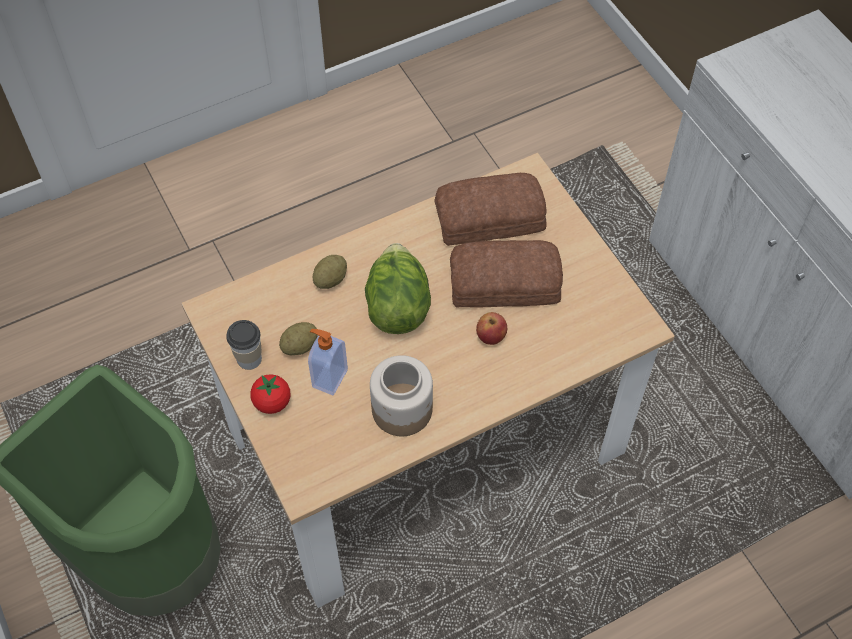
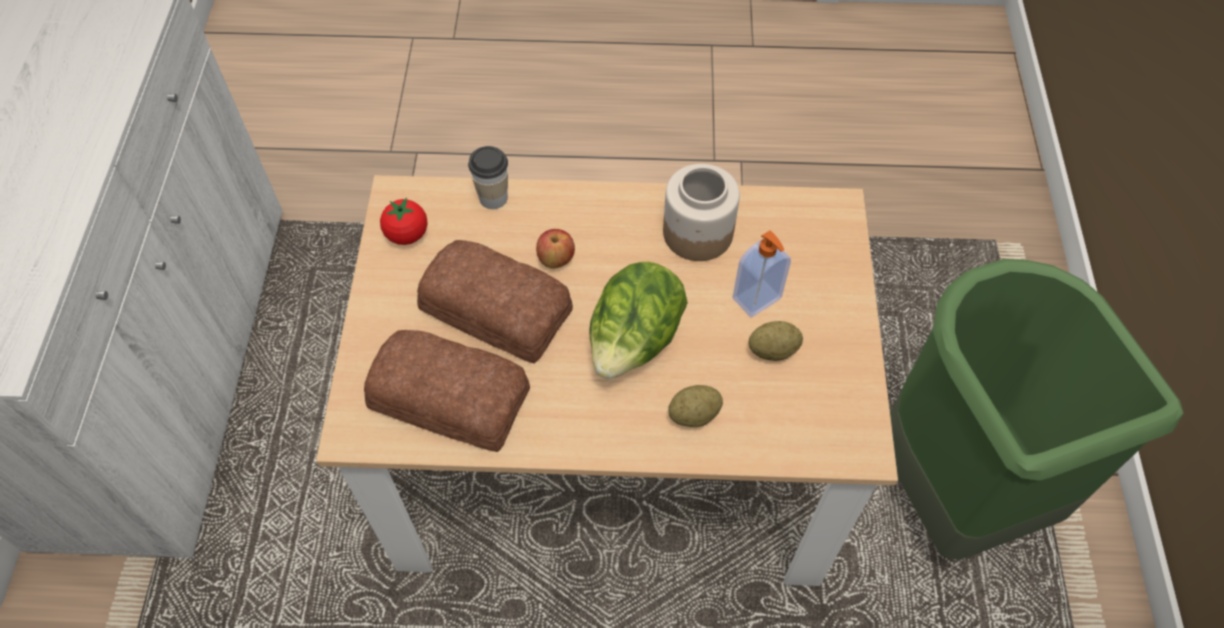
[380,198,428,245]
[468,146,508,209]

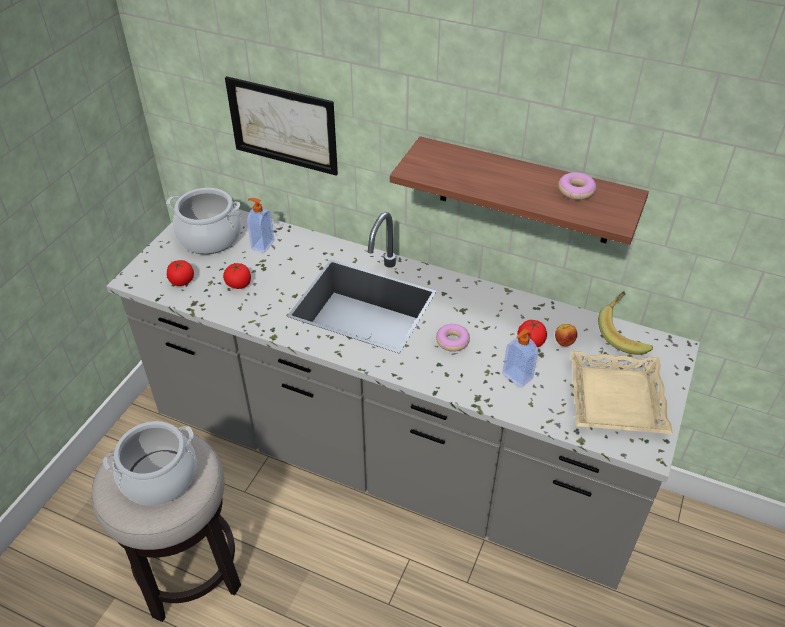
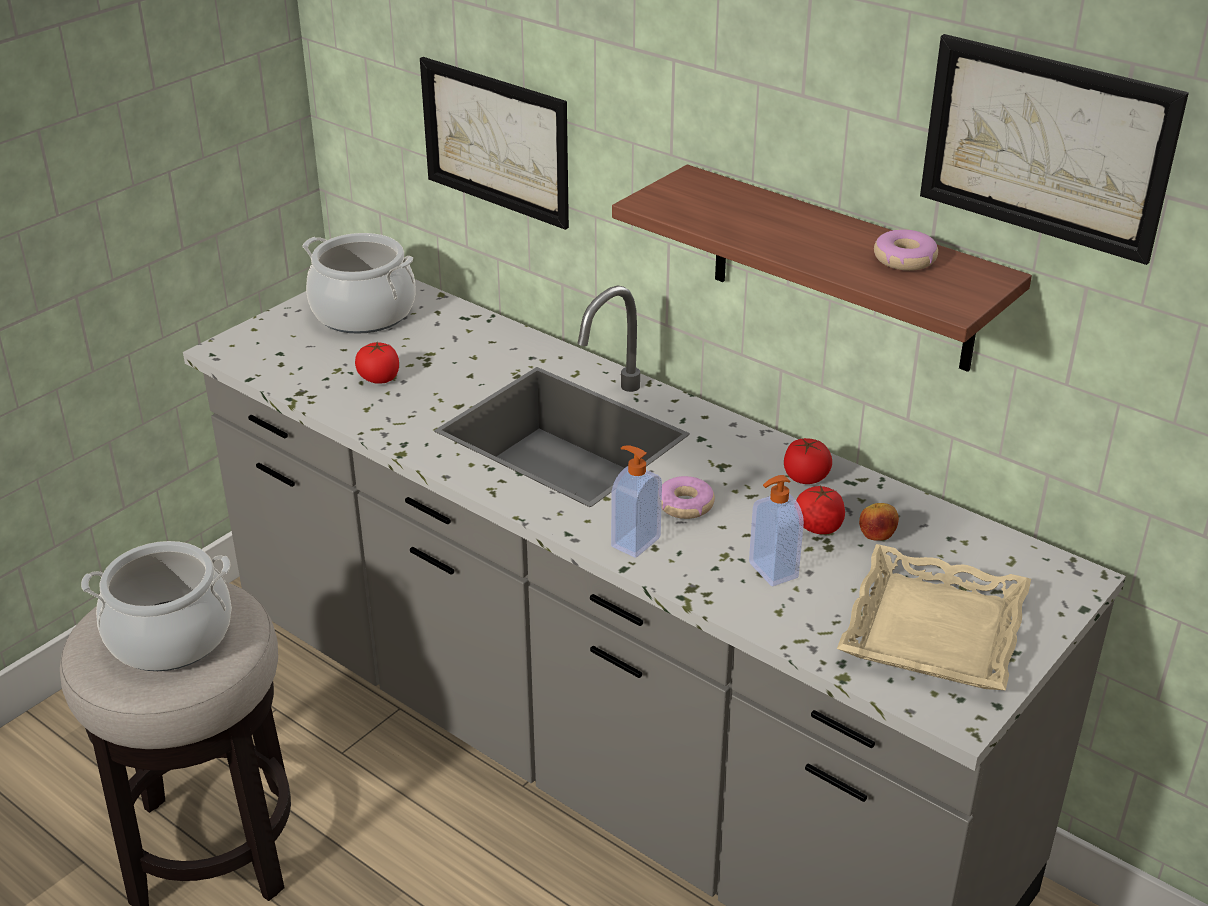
[611,446,662,558]
[784,438,832,484]
[920,34,1189,265]
[598,291,653,355] (first image)

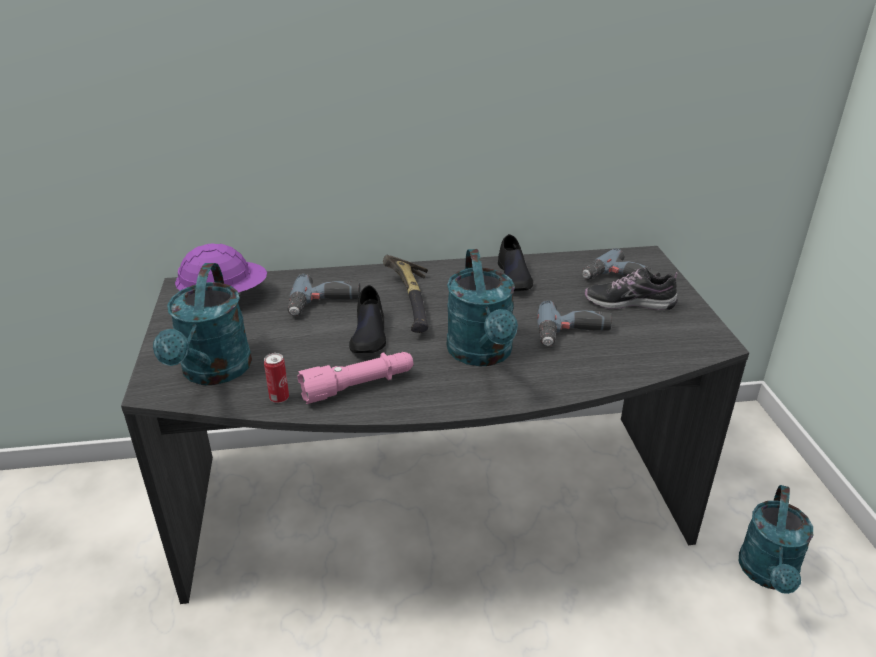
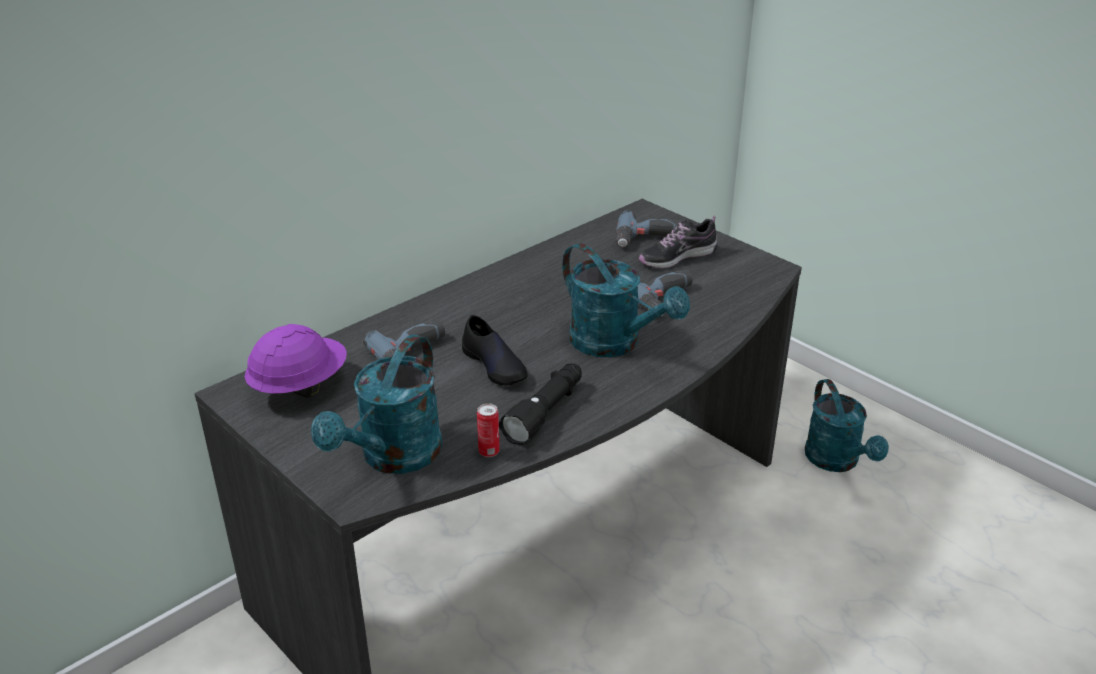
[311,335,442,474]
[499,363,582,445]
[383,255,429,333] (first image)
[498,234,533,291] (first image)

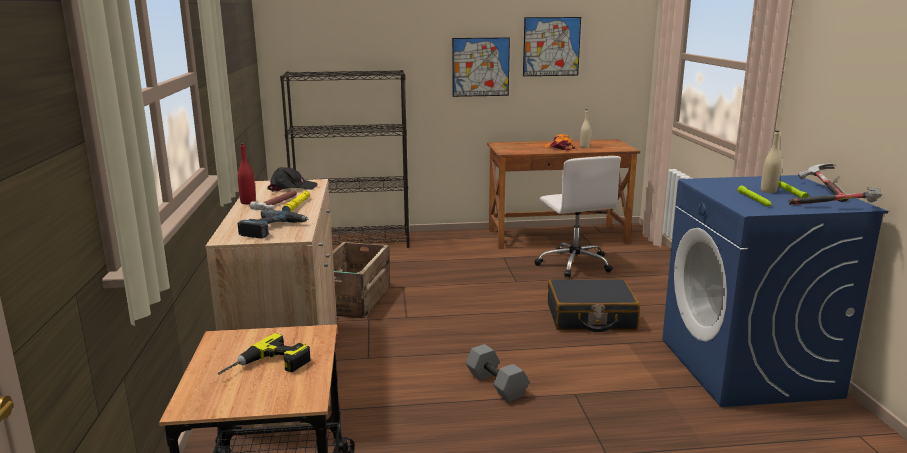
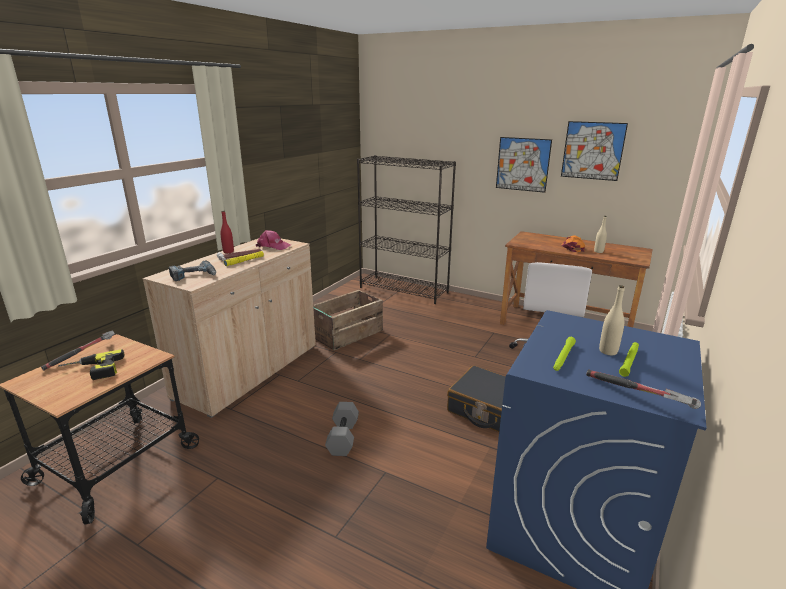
[41,330,115,371]
[256,230,291,250]

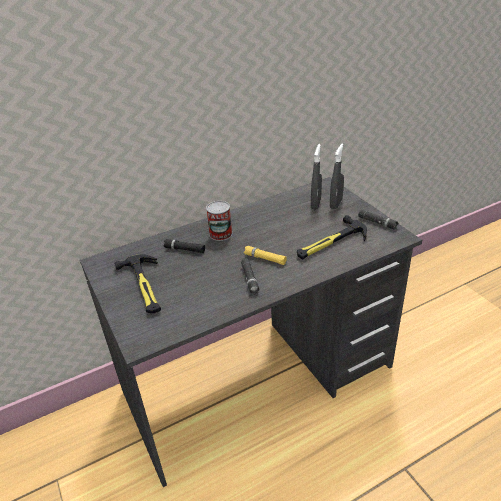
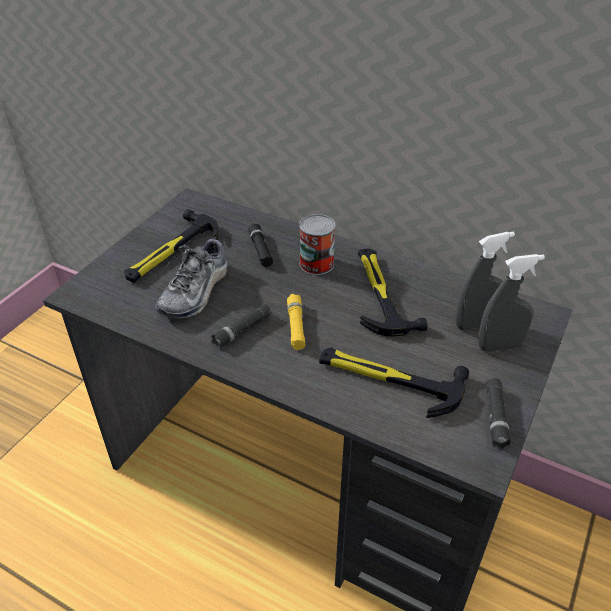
[155,237,228,319]
[358,249,428,337]

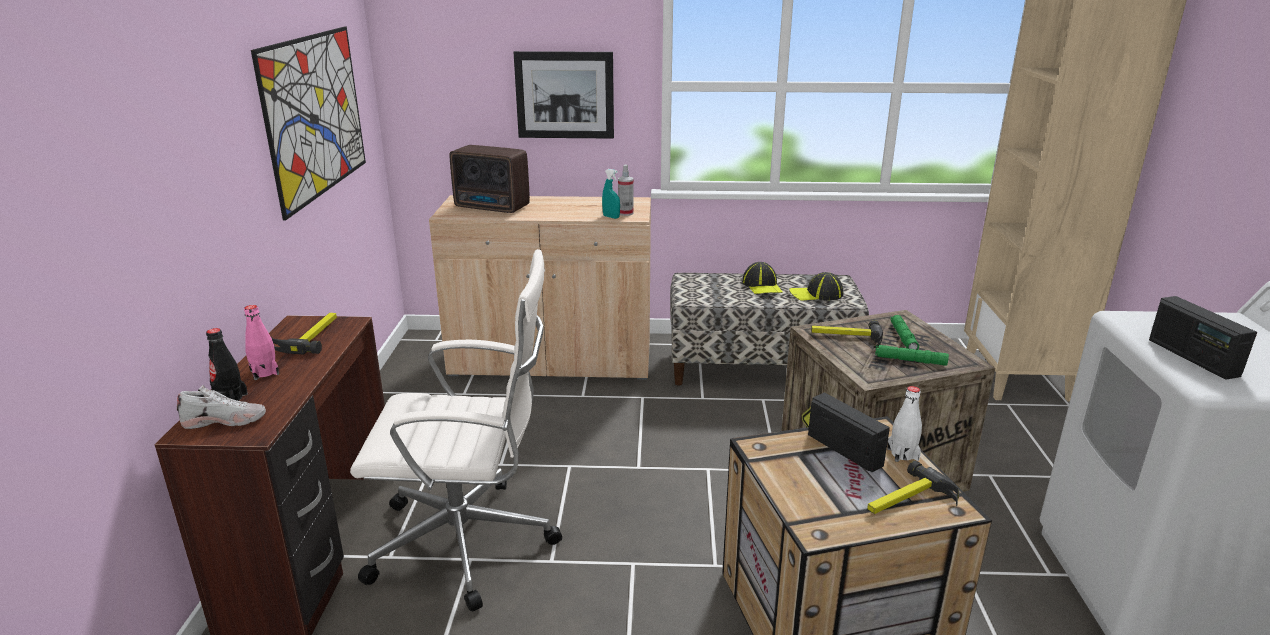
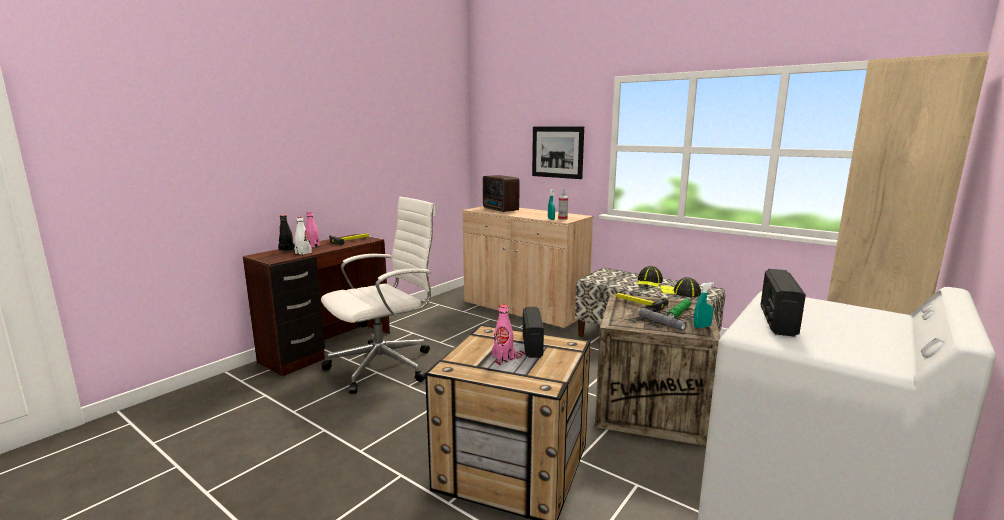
[294,217,312,255]
[321,197,436,394]
[492,305,516,362]
[637,308,687,331]
[694,282,714,328]
[177,385,266,429] (first image)
[251,27,366,220] (first image)
[867,461,960,514] (first image)

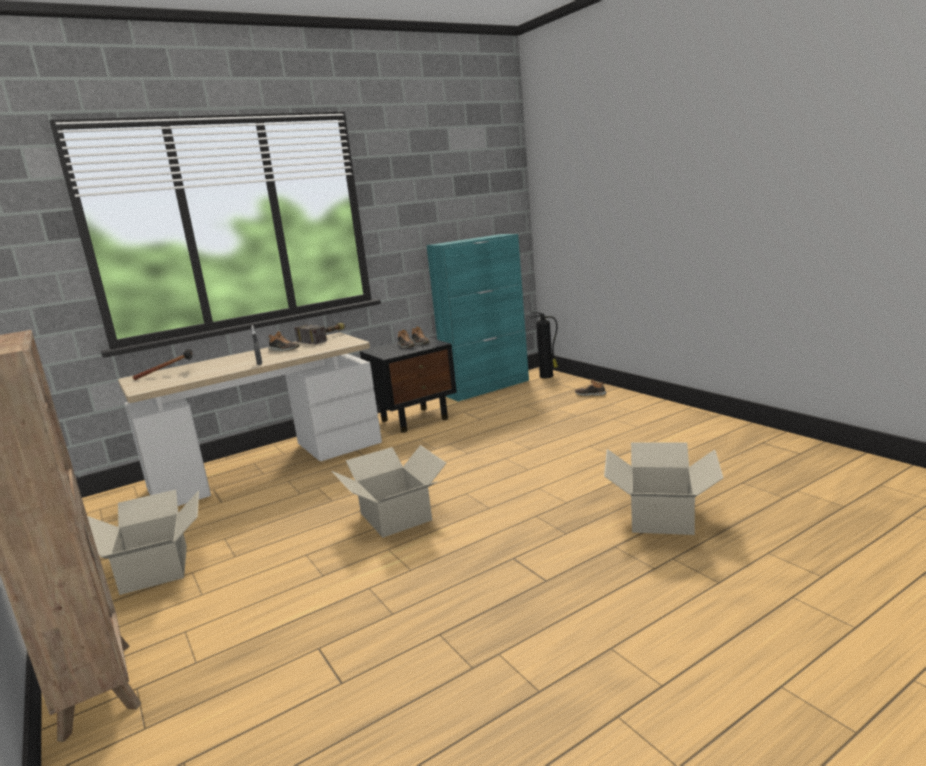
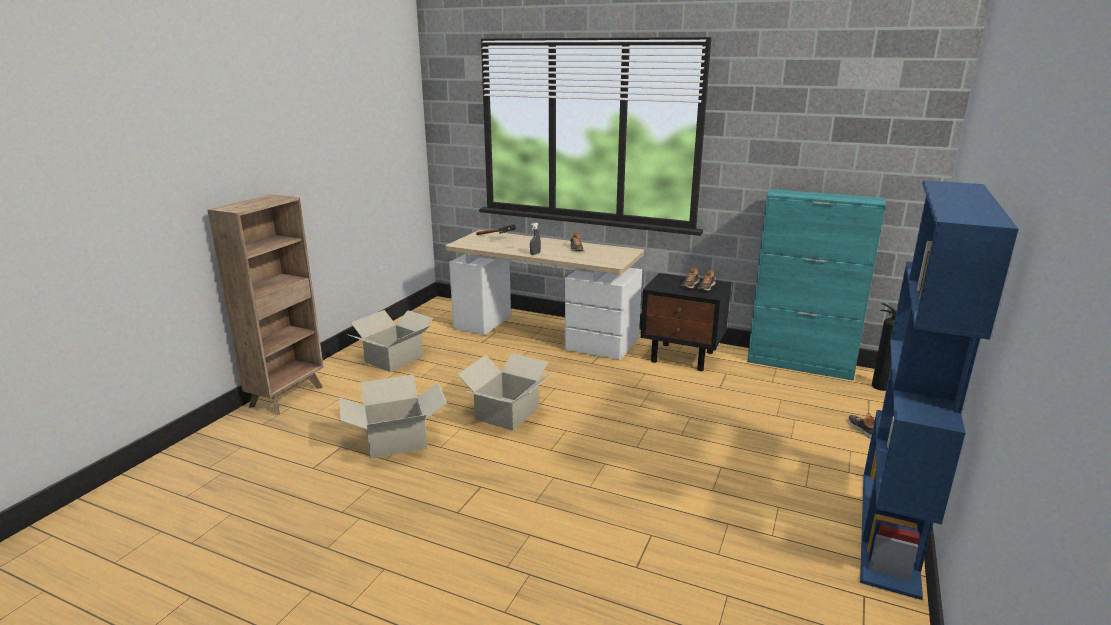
[339,375,447,459]
[860,180,1019,600]
[295,323,346,345] (first image)

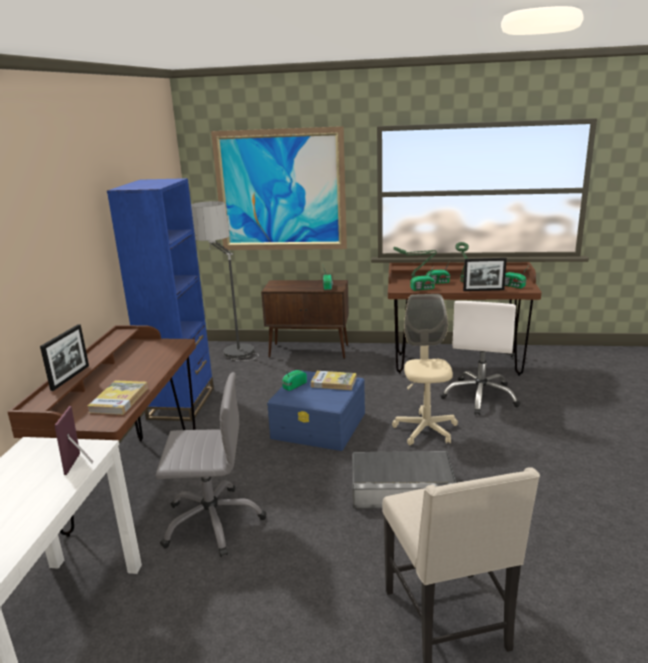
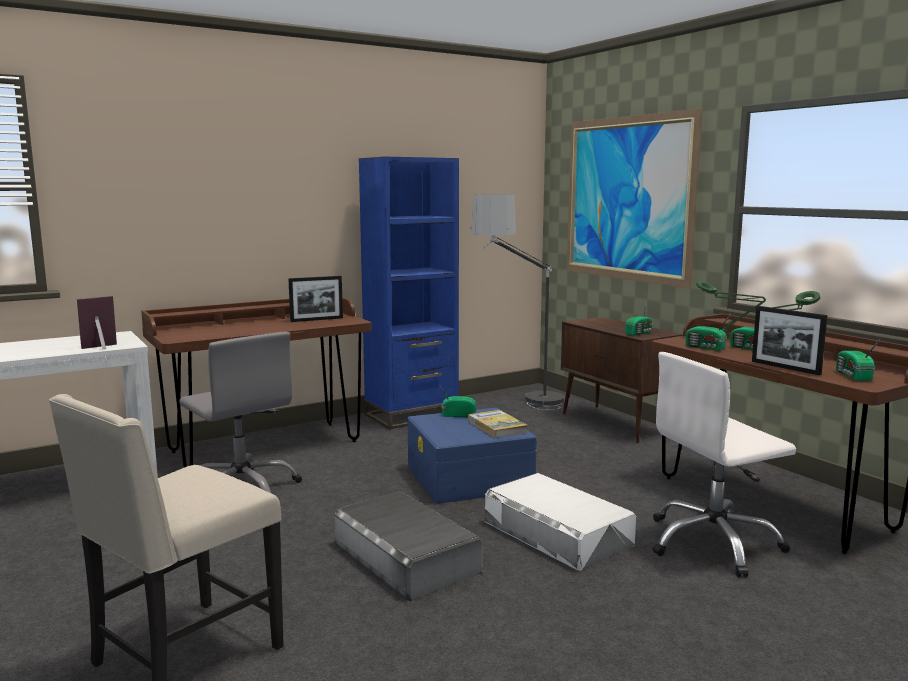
[288,276,343,322]
[485,473,636,571]
[88,380,148,415] (first image)

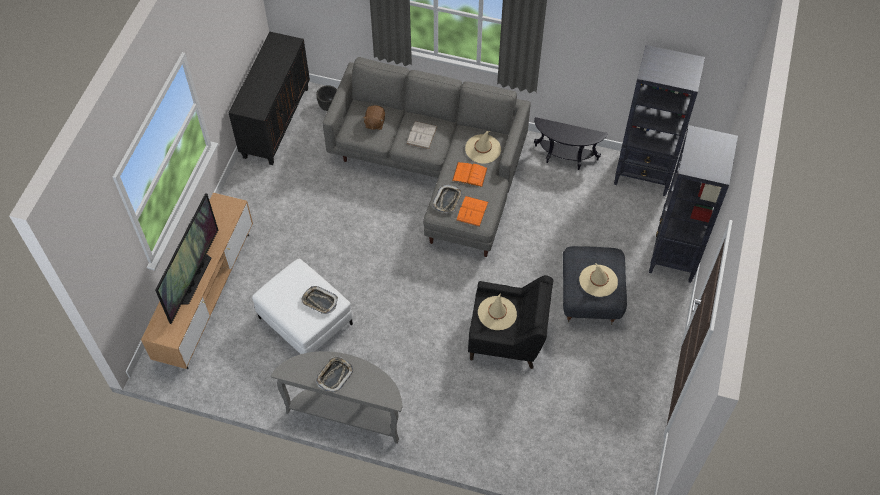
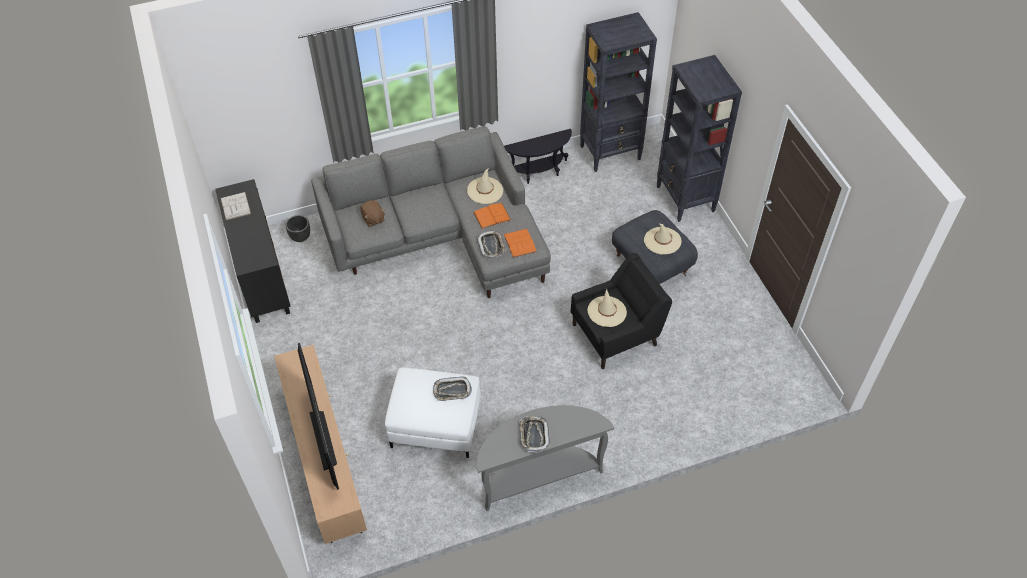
[221,192,251,221]

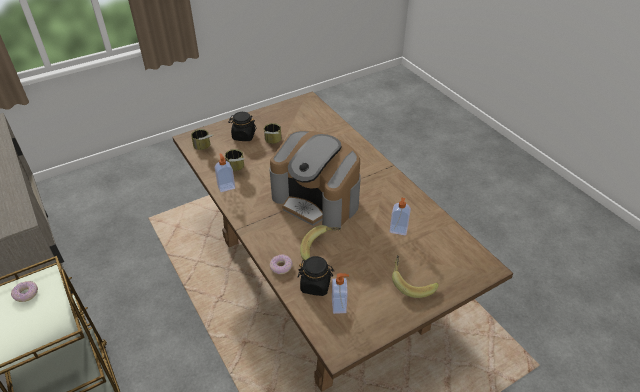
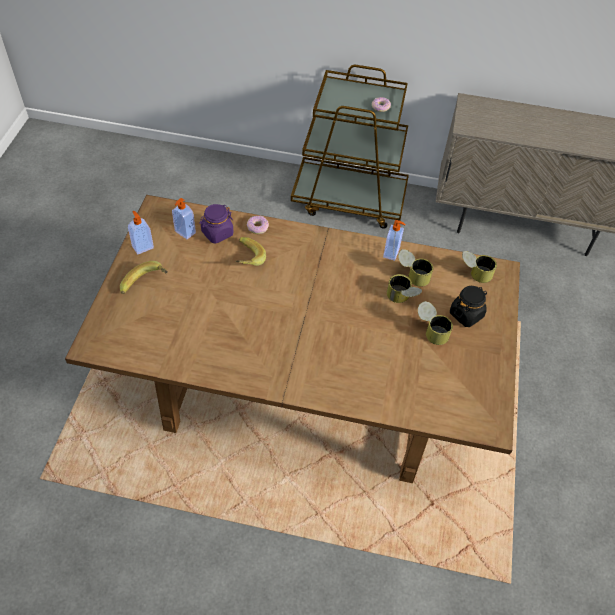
[128,211,154,254]
[199,204,233,244]
[387,274,422,303]
[270,131,361,231] (first image)

